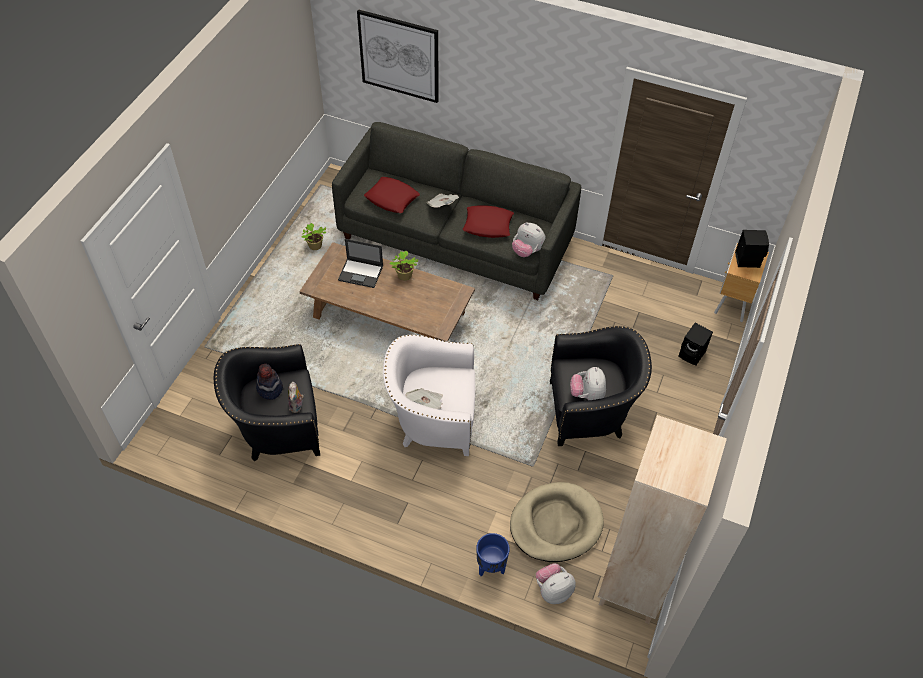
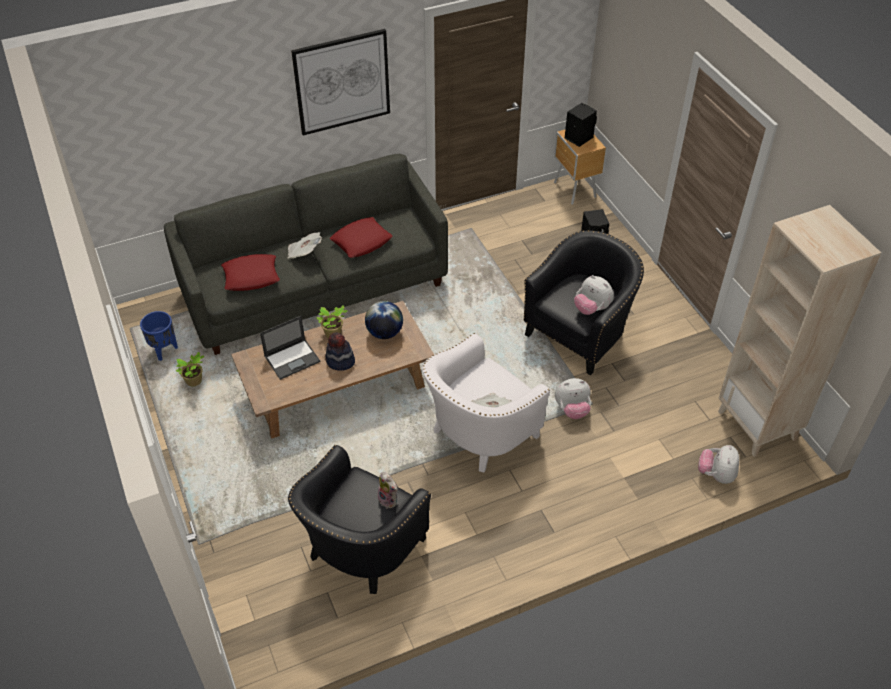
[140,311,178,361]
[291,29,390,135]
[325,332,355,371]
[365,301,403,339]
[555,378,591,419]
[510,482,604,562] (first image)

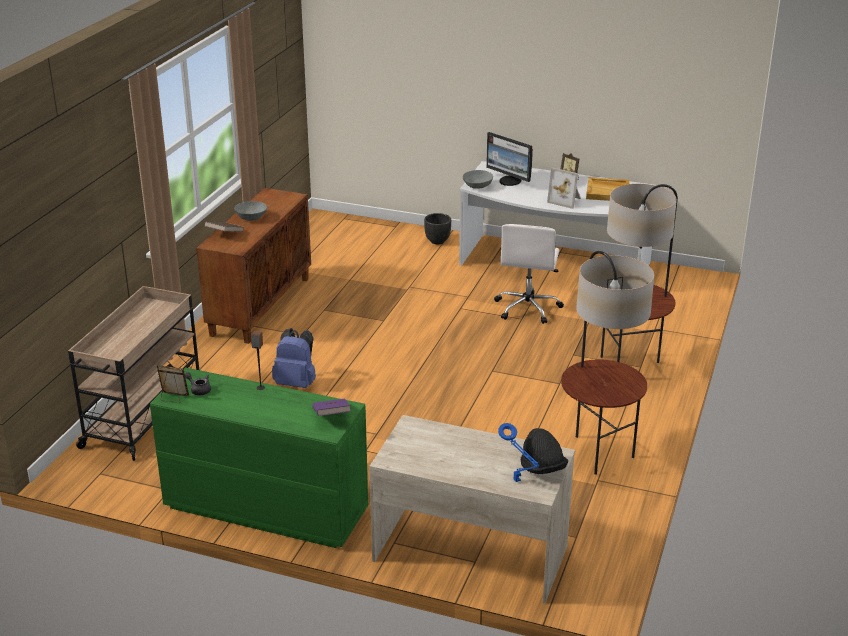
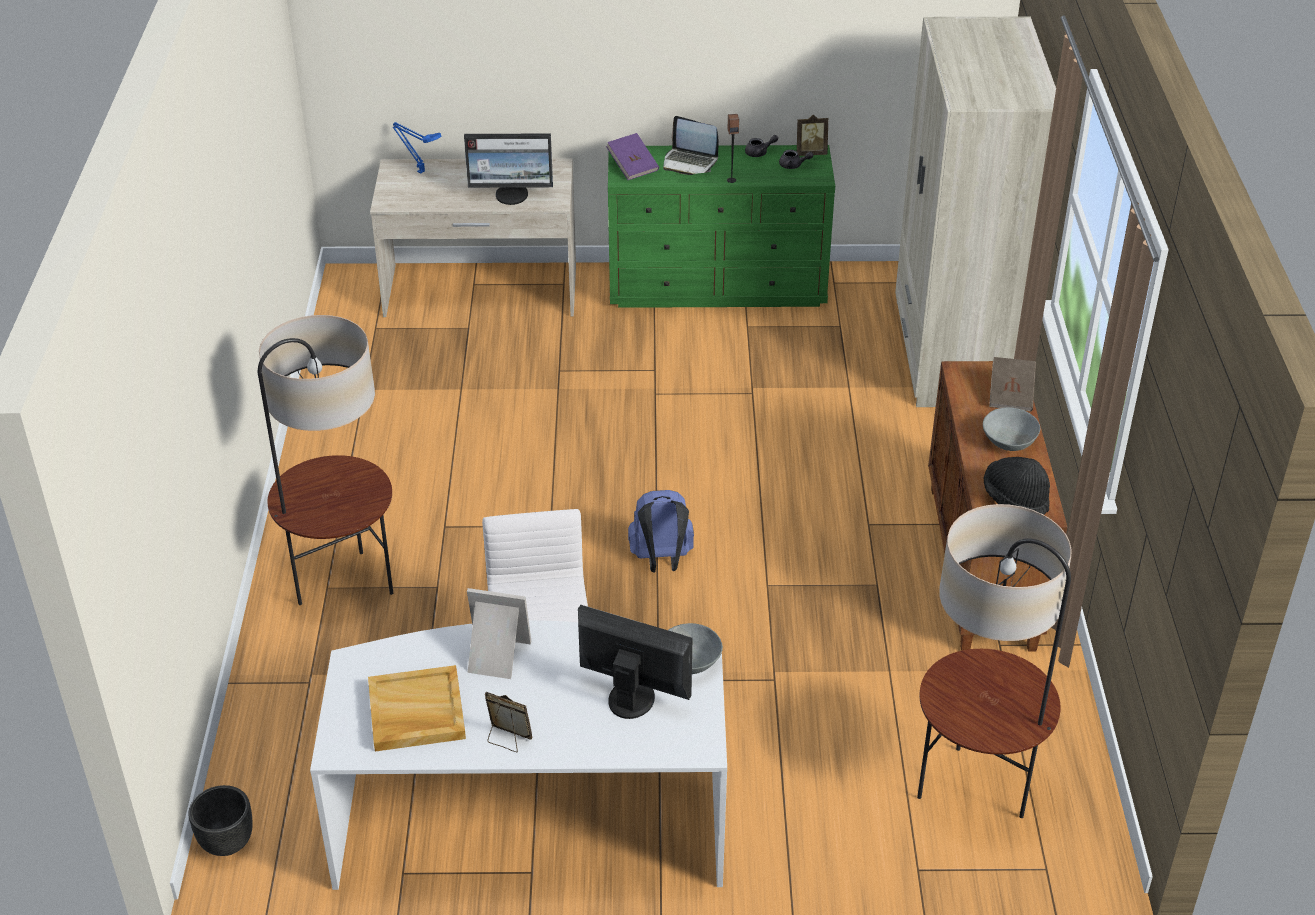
[188,785,253,856]
[464,134,553,205]
[628,490,694,572]
[663,116,719,175]
[745,135,778,157]
[895,17,1056,407]
[917,504,1072,818]
[983,457,1050,515]

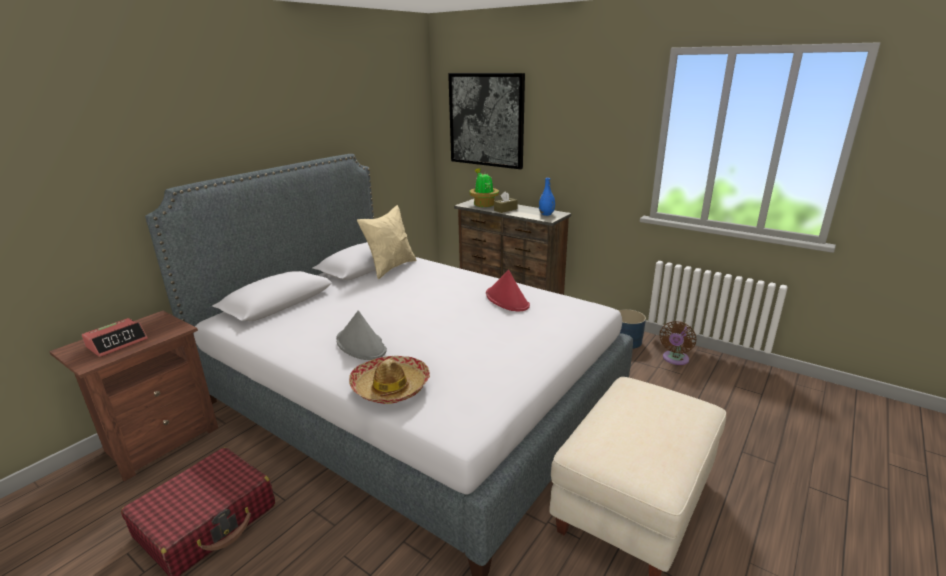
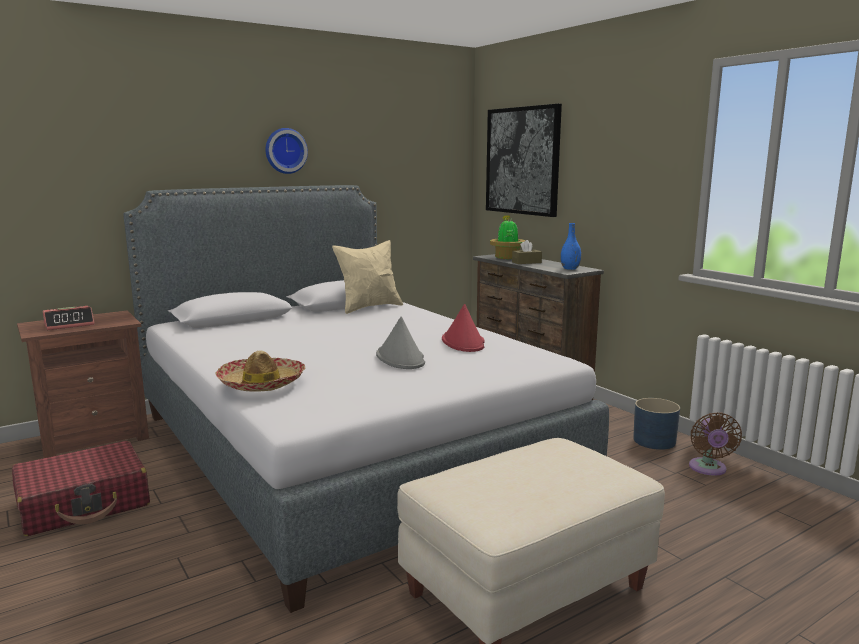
[265,128,308,174]
[376,317,425,369]
[689,412,742,476]

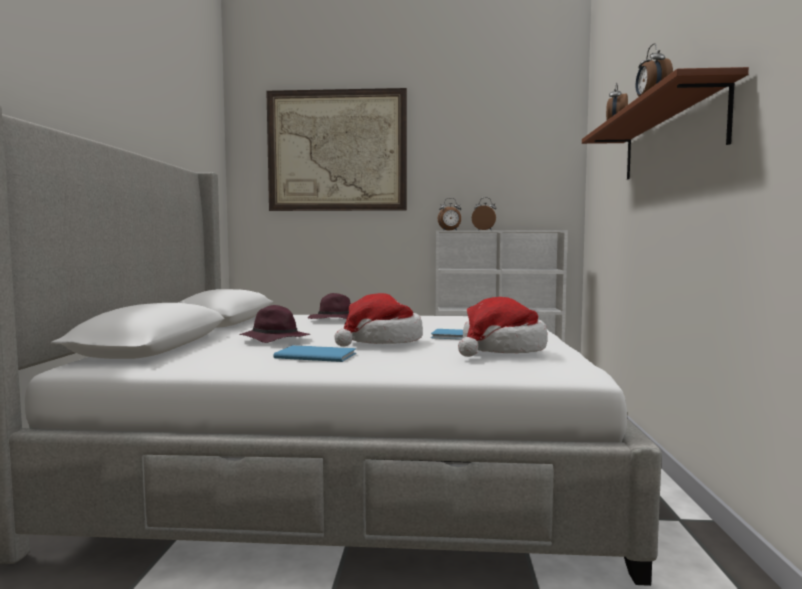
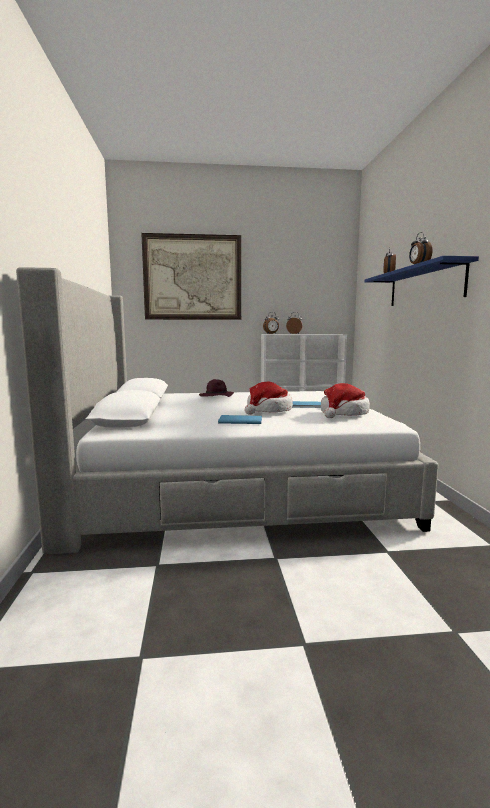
[365,256,479,306]
[239,305,310,343] (first image)

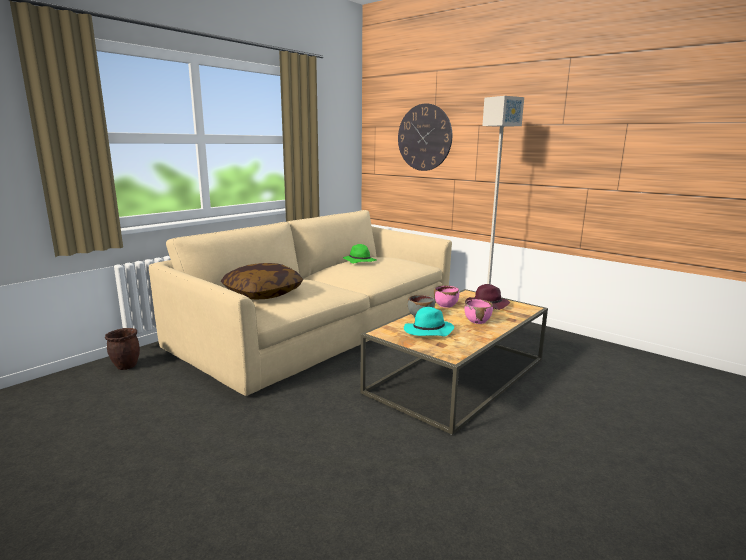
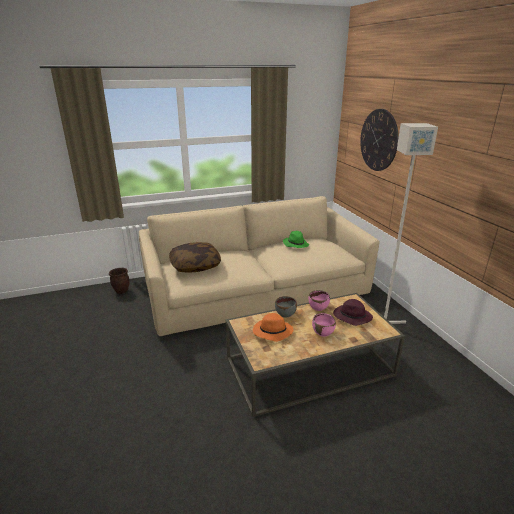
[253,313,294,342]

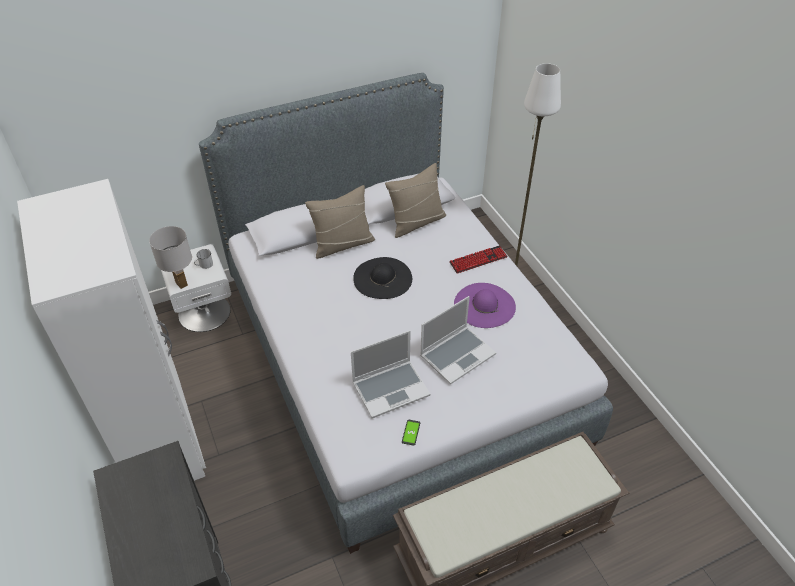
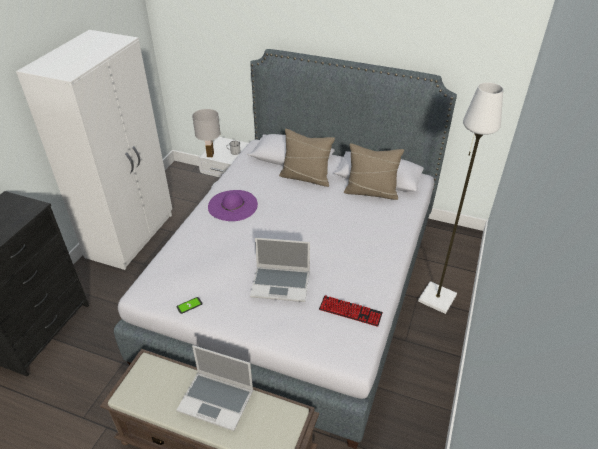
[176,345,253,431]
[208,190,258,221]
[319,295,383,327]
[353,257,412,299] (first image)

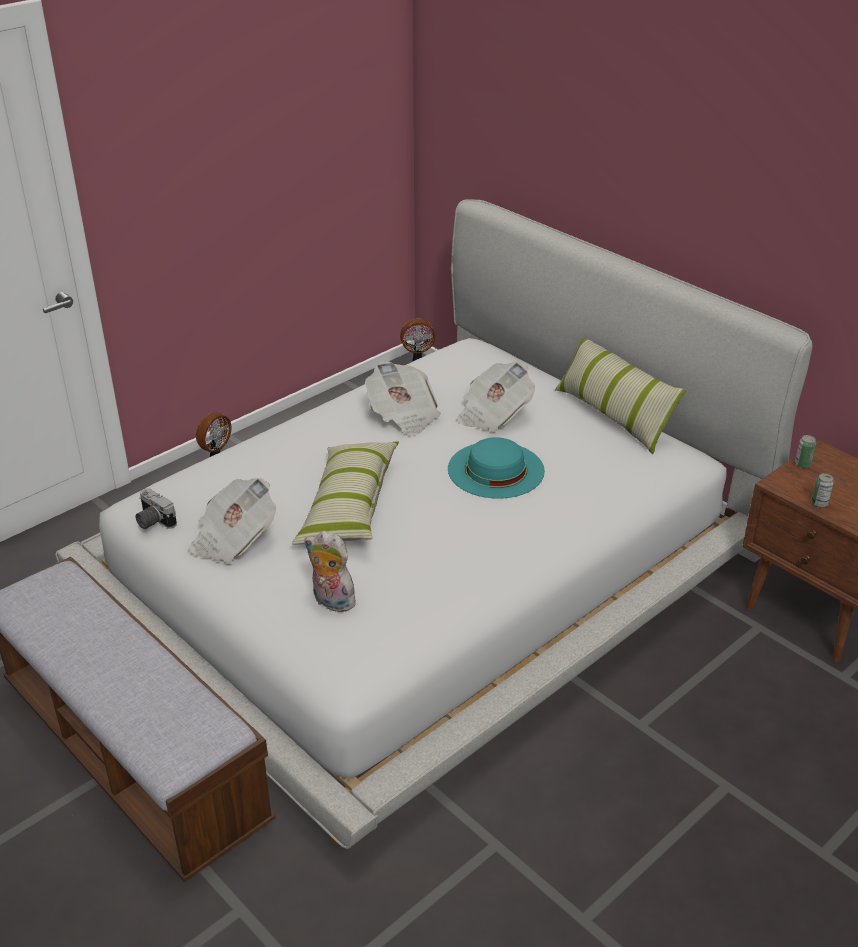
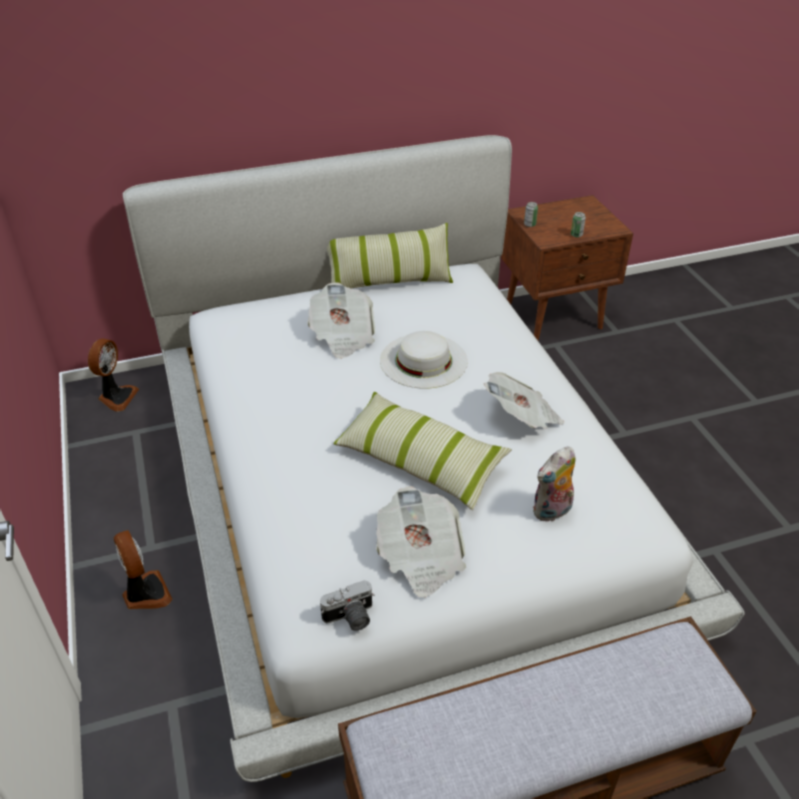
[380,331,468,389]
[484,372,564,429]

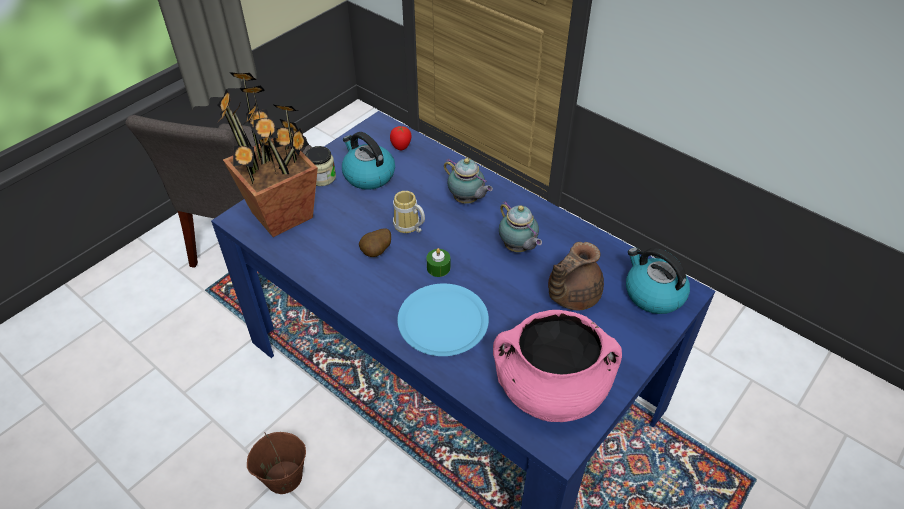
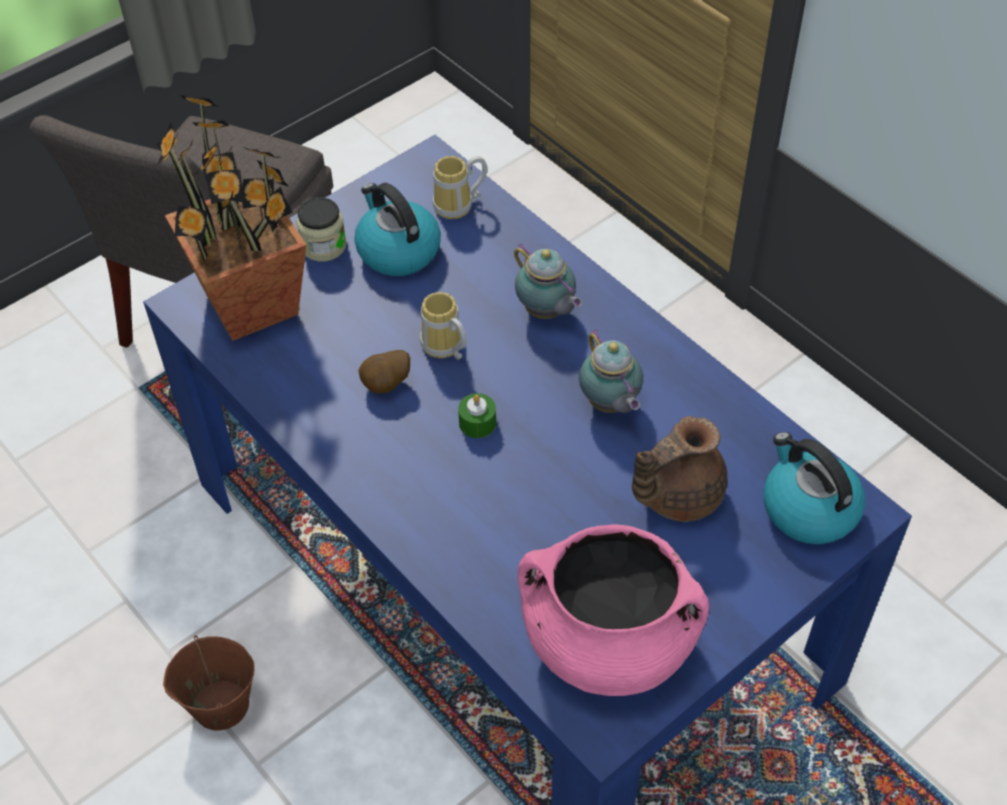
[433,156,487,219]
[397,284,489,356] (first image)

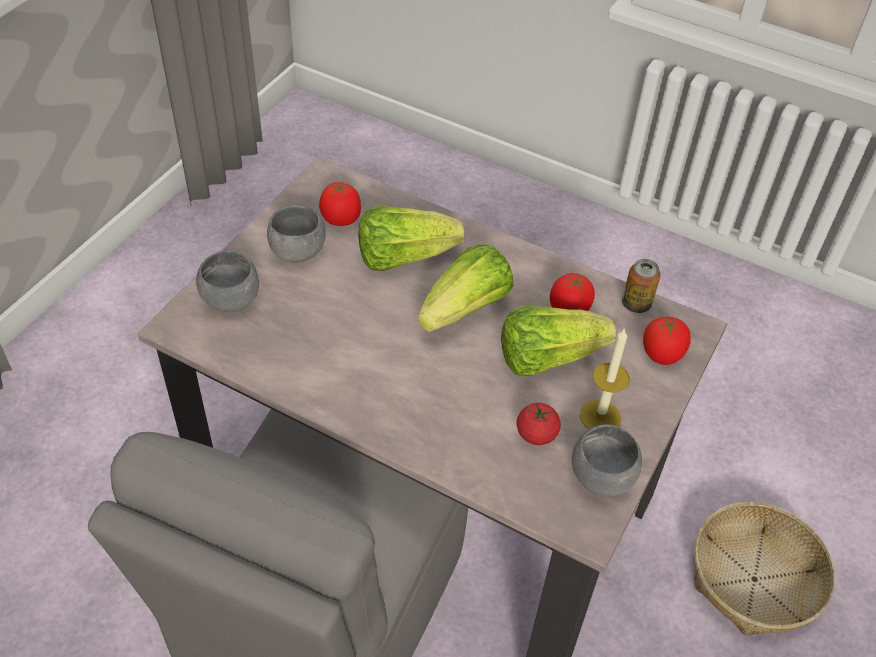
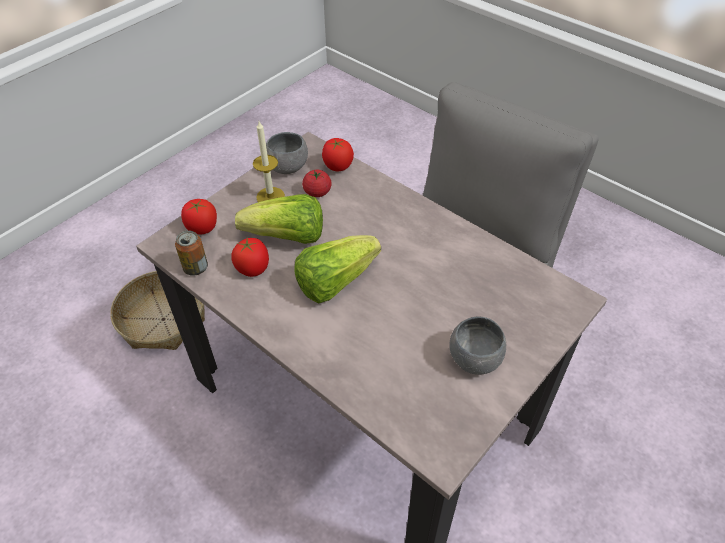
[322,138,354,171]
[196,251,259,312] (first image)
[358,205,465,271] (first image)

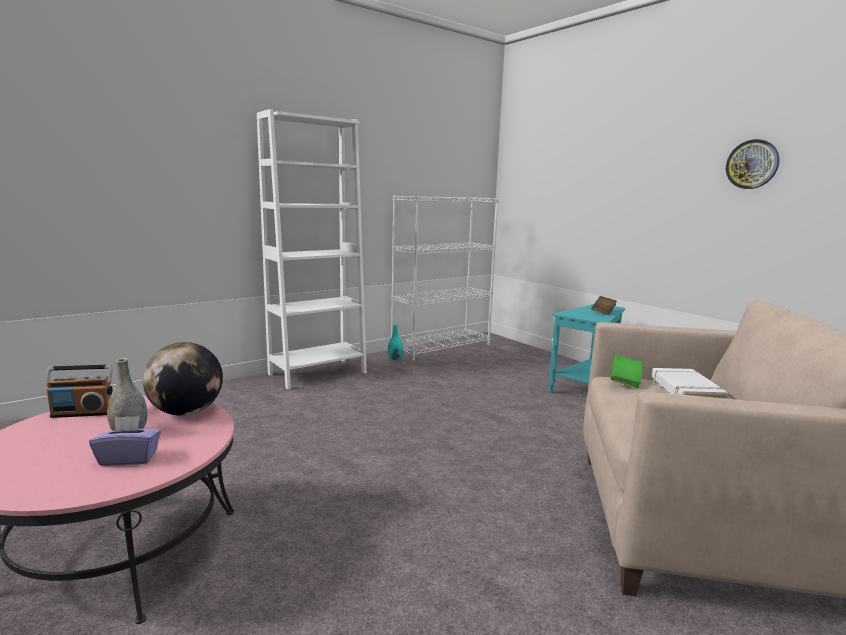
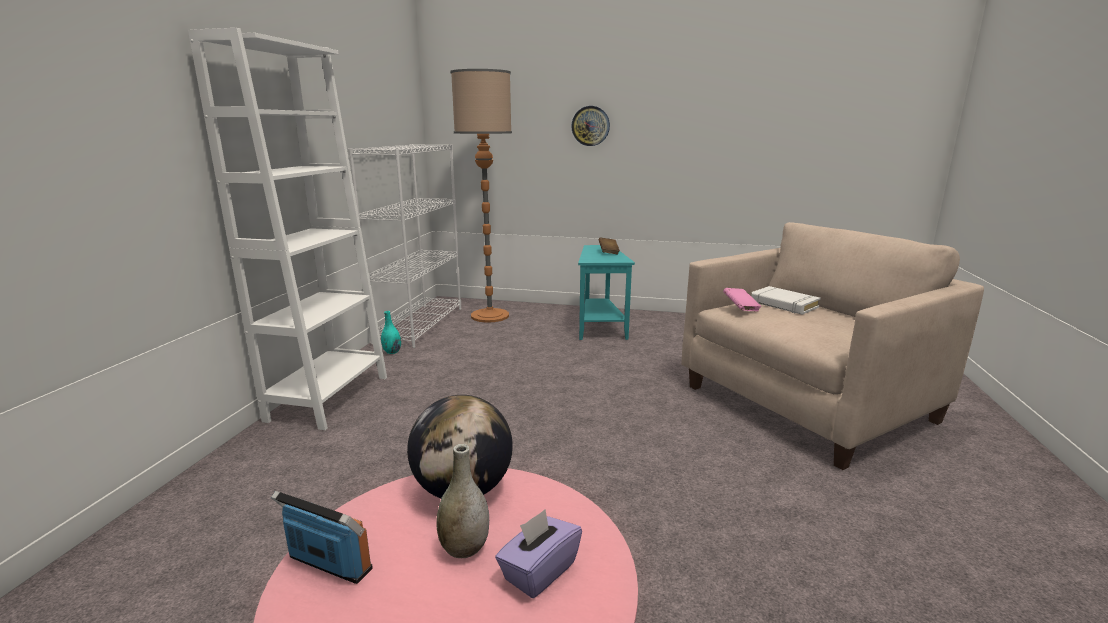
[271,491,373,584]
[450,69,512,323]
[571,106,610,146]
[723,288,761,312]

